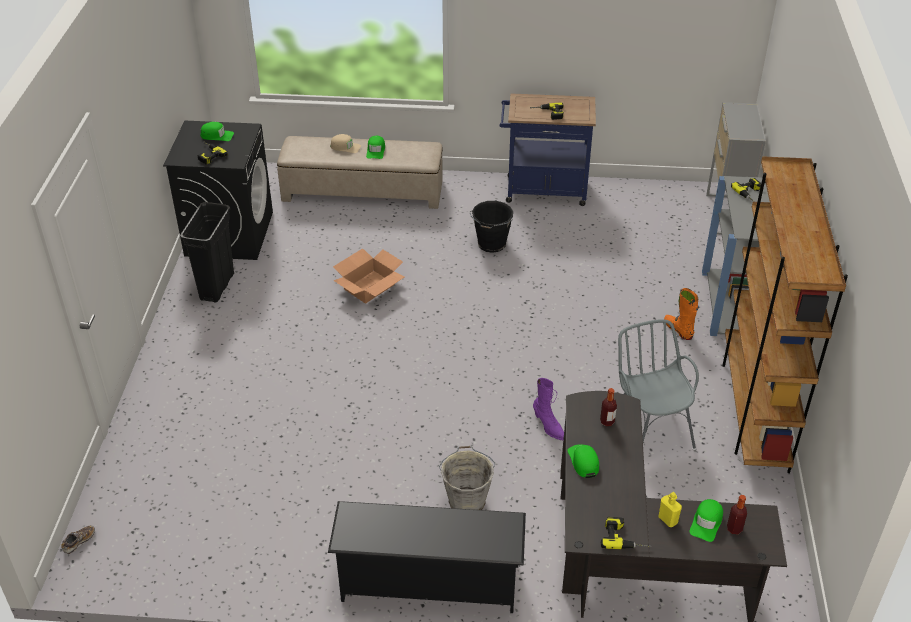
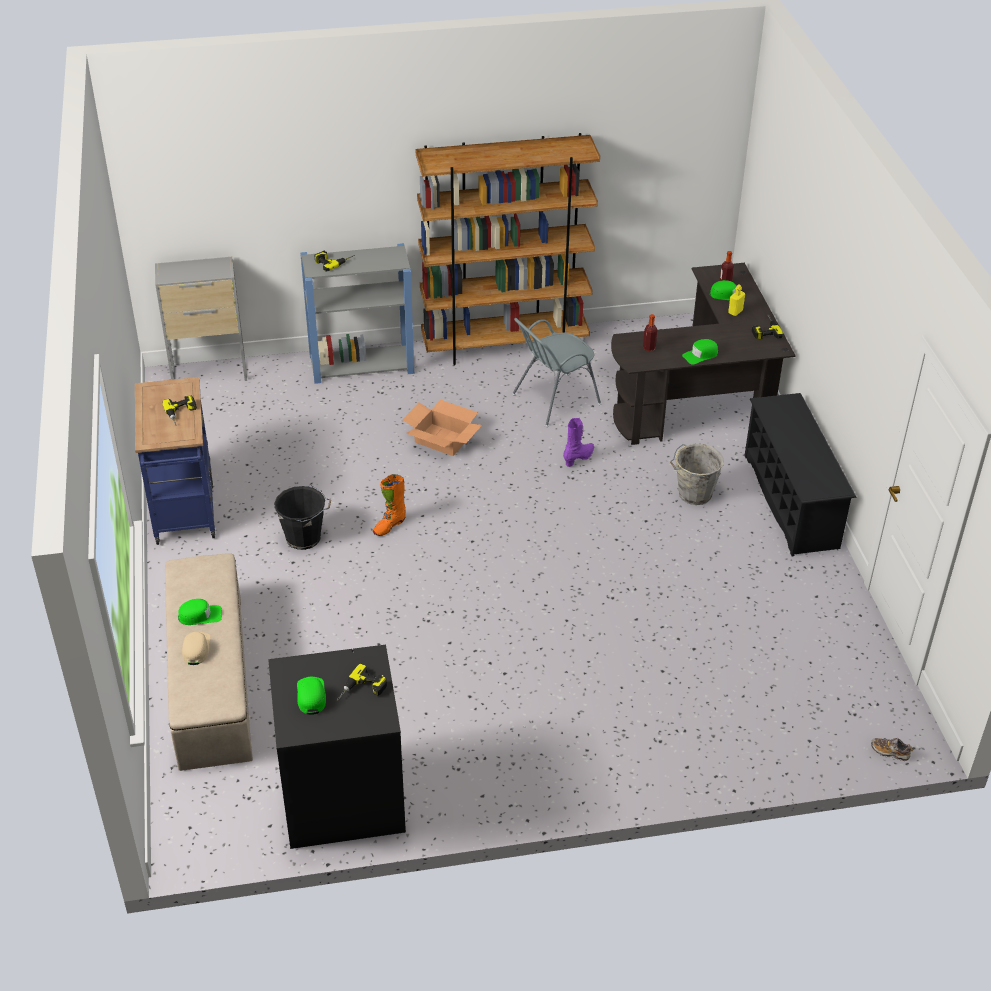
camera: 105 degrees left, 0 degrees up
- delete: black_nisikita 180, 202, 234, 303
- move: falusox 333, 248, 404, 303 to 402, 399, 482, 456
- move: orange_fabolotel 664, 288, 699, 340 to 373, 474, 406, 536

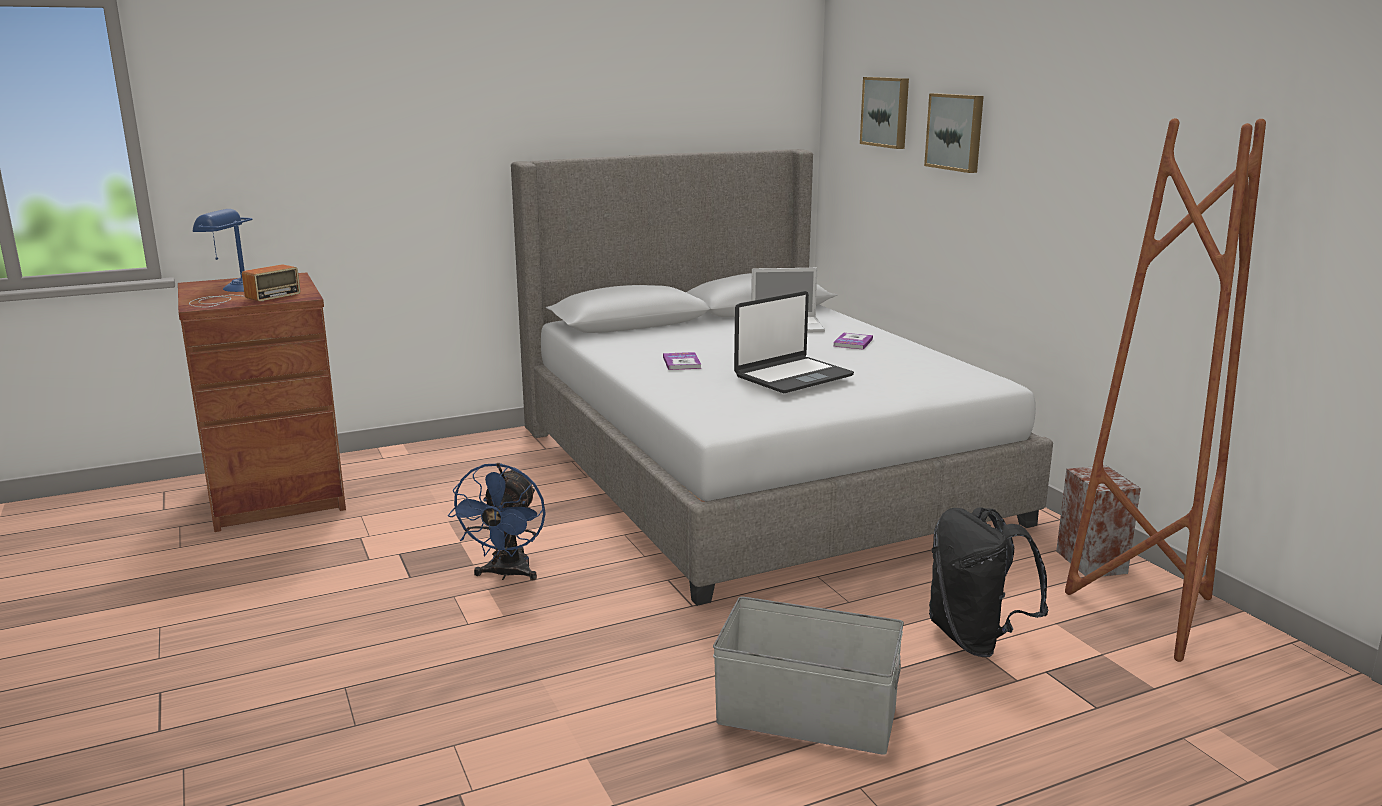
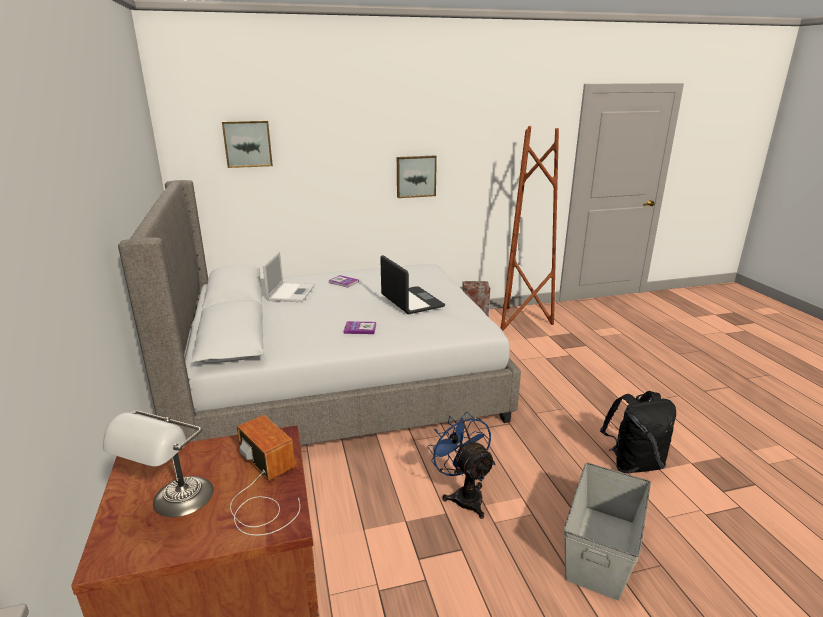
camera: 80 degrees left, 5 degrees up
- recolor: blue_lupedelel 193, 209, 252, 292 to white_lupedelel 103, 411, 213, 517
- rotate: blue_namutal 448, 463, 546, 580 = 427, 412, 496, 519 135 degrees counterclockwise
- move: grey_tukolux 713, 597, 904, 755 to 564, 463, 651, 601
- move: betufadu 924, 93, 984, 173 to 397, 156, 437, 198
- move: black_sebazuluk 929, 507, 1048, 657 to 600, 391, 676, 473

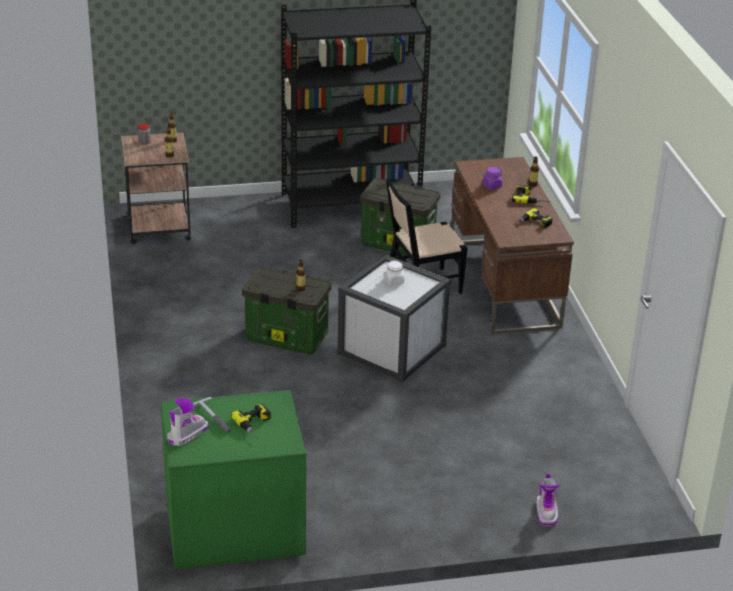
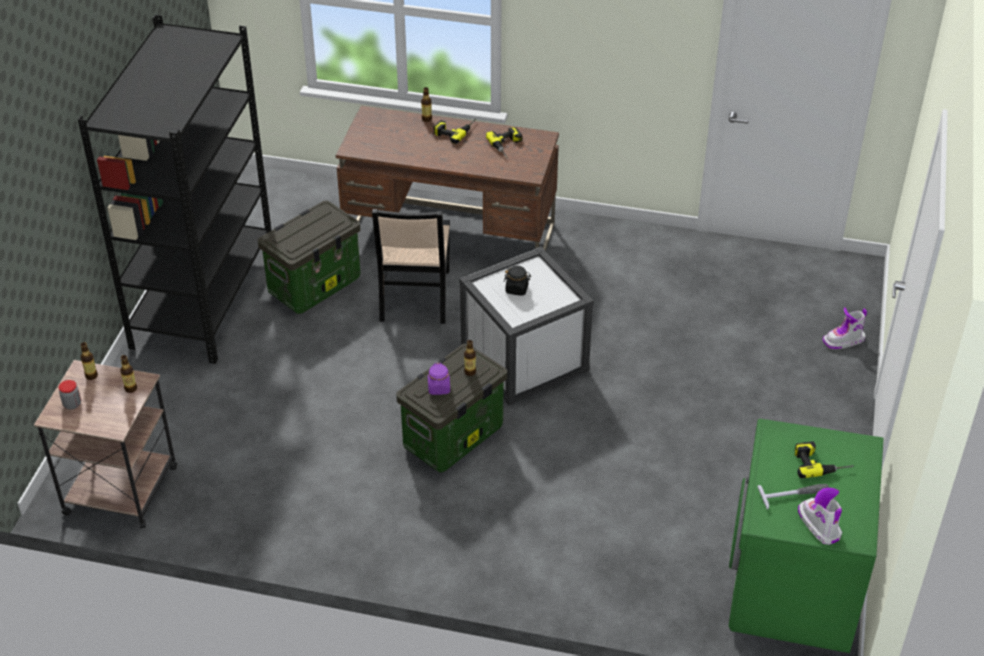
camera: 65 degrees left, 10 degrees up
- recolor: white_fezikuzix 385, 260, 404, 285 to black_fezikuzix 504, 266, 531, 296
- move: purple_fezikuzix 483, 167, 503, 190 to 428, 363, 450, 395
- rotate: fabolotel 536, 474, 561, 526 = 822, 307, 867, 350 135 degrees clockwise

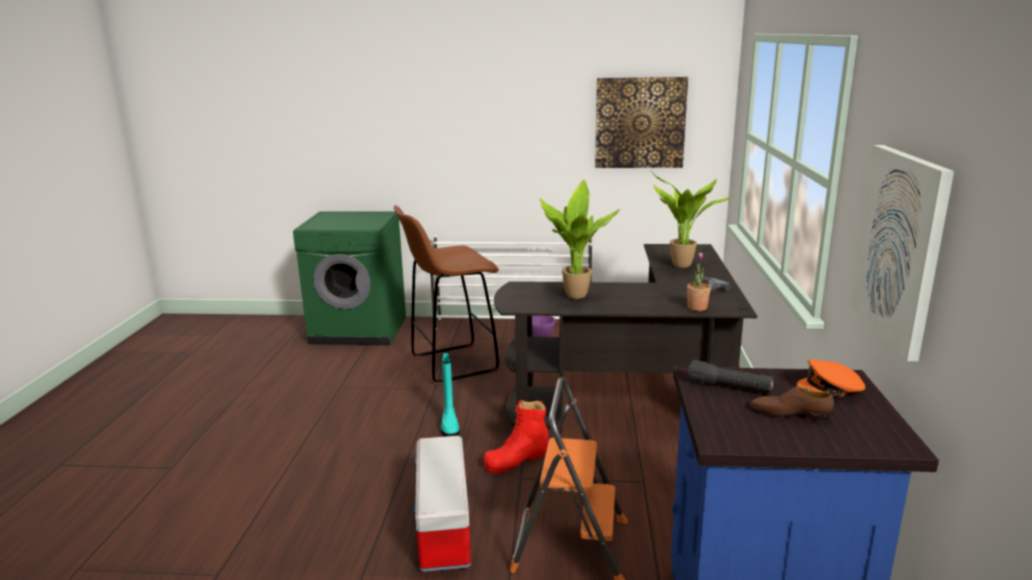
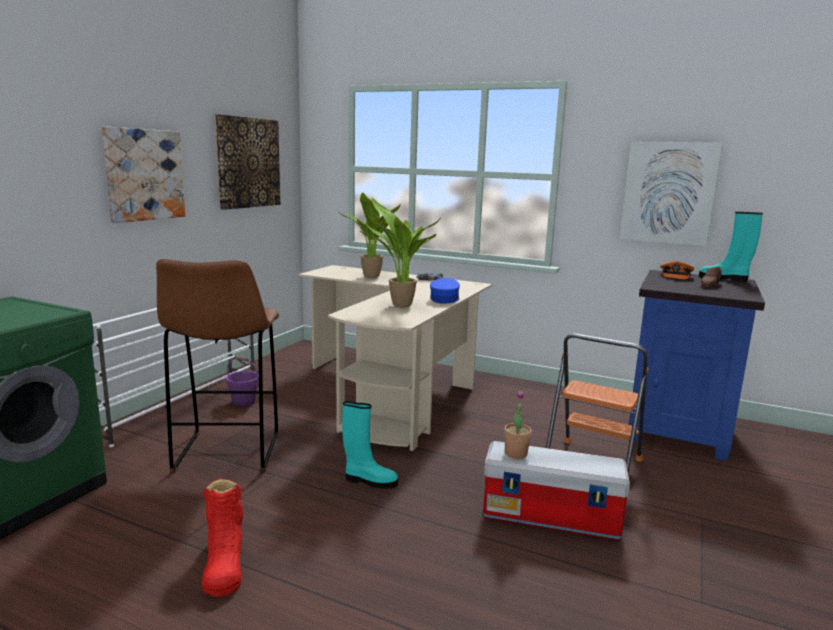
camera: 70 degrees left, 5 degrees down
- move: red_fabolotel 483, 400, 549, 473 to 202, 478, 243, 597
- recolor: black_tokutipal 494, 244, 757, 434 to beige_tokutipal 299, 265, 492, 451
- move: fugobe 687, 252, 711, 311 to 504, 390, 532, 459
- delete: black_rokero 688, 360, 774, 393
- insert: betufadu 102, 127, 185, 223
- insert: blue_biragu 430, 278, 460, 304
- insert: turquoise_fabolotel 699, 212, 763, 282

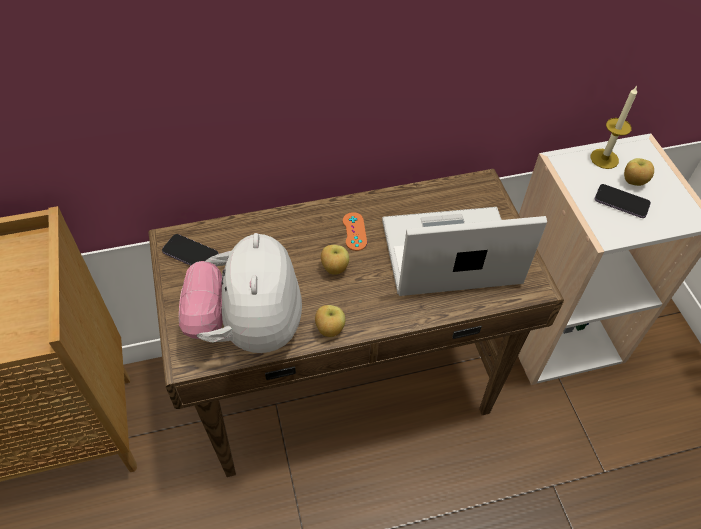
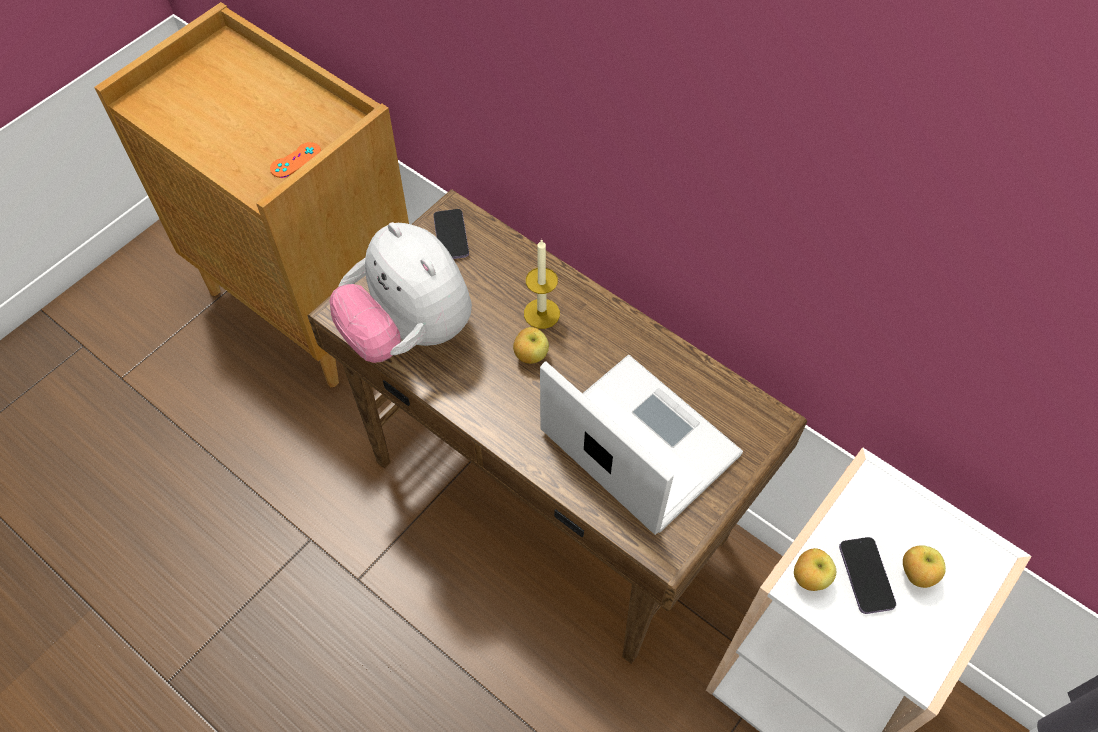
camera: 55 degrees right, 5 degrees up
- rotate: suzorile 179, 233, 302, 353 = 329, 222, 472, 363 90 degrees counterclockwise
- move: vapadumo 315, 305, 345, 337 to 794, 548, 836, 591
- move: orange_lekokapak 343, 212, 367, 251 to 270, 142, 321, 178
- move: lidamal 590, 86, 637, 169 to 524, 239, 560, 329

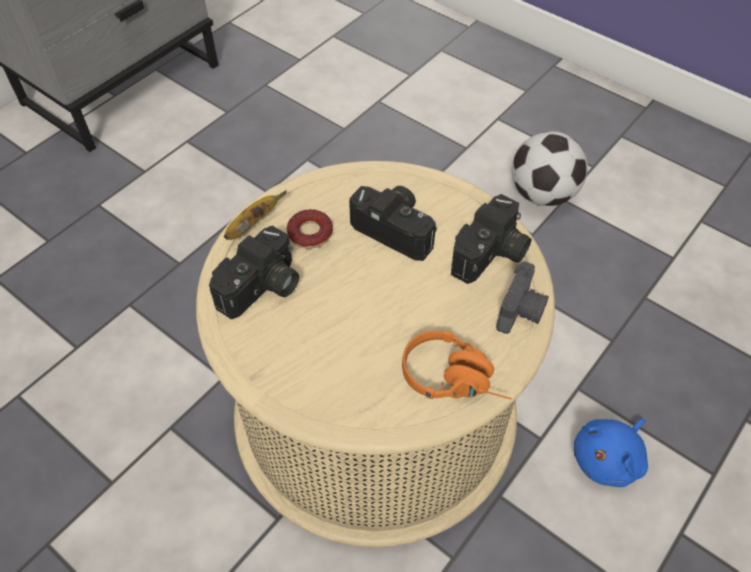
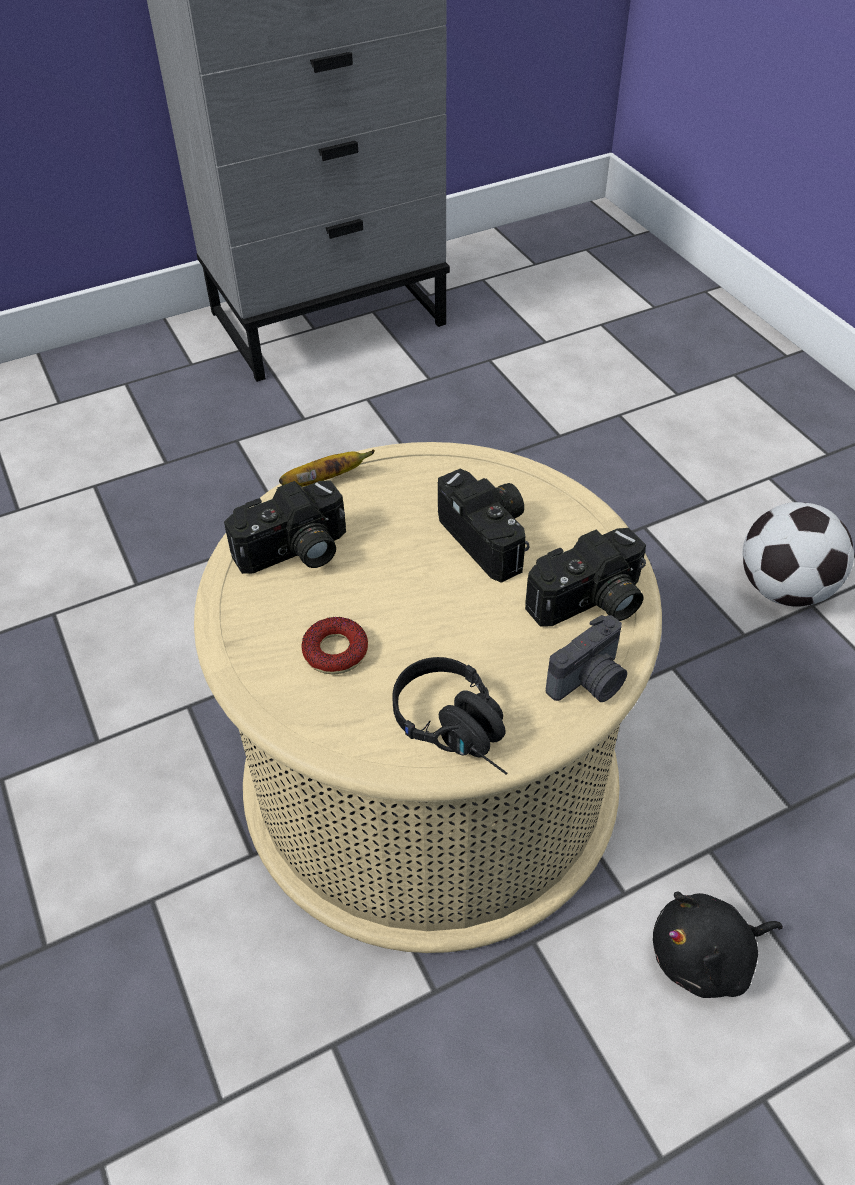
camera: 25 degrees right, 5 degrees down
- move: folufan 287, 209, 333, 249 to 302, 617, 368, 674
- recolor: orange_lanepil 402, 331, 512, 400 to black_lanepil 392, 657, 507, 775
- recolor: blue_suzorile 574, 419, 648, 487 to black_suzorile 653, 891, 783, 998

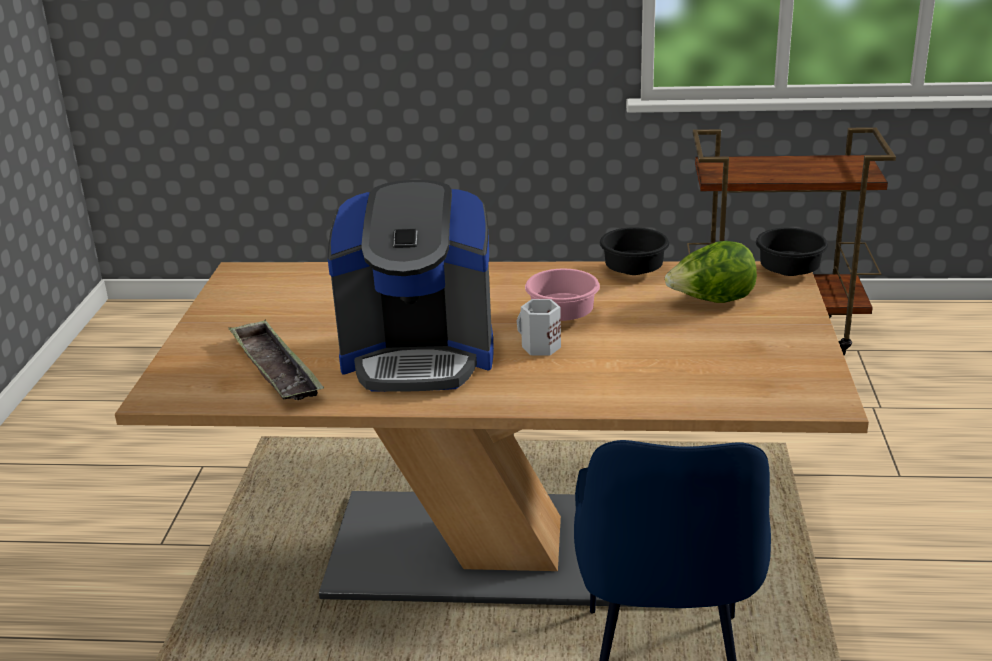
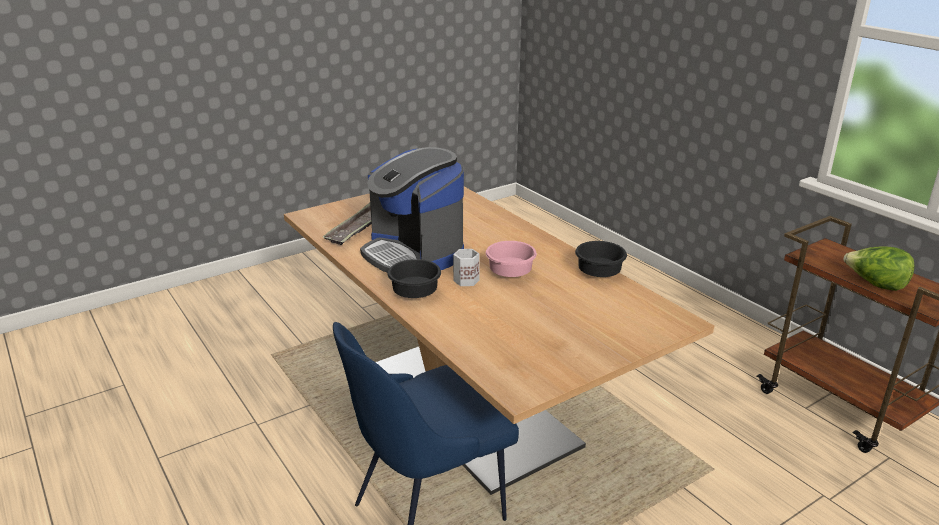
camera: 50 degrees right, 0 degrees up
- move: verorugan 665, 241, 757, 303 to 844, 247, 915, 291
- move: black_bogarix 756, 228, 828, 276 to 388, 259, 441, 298

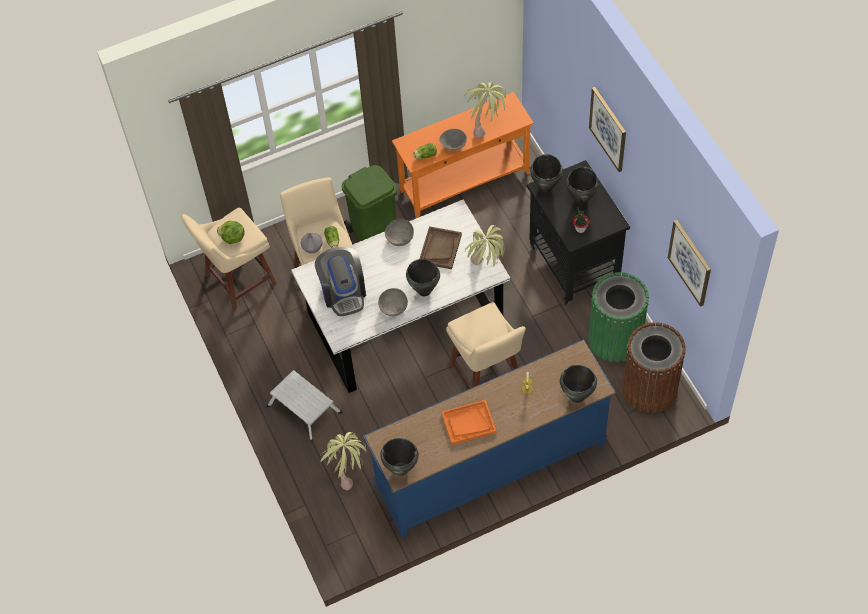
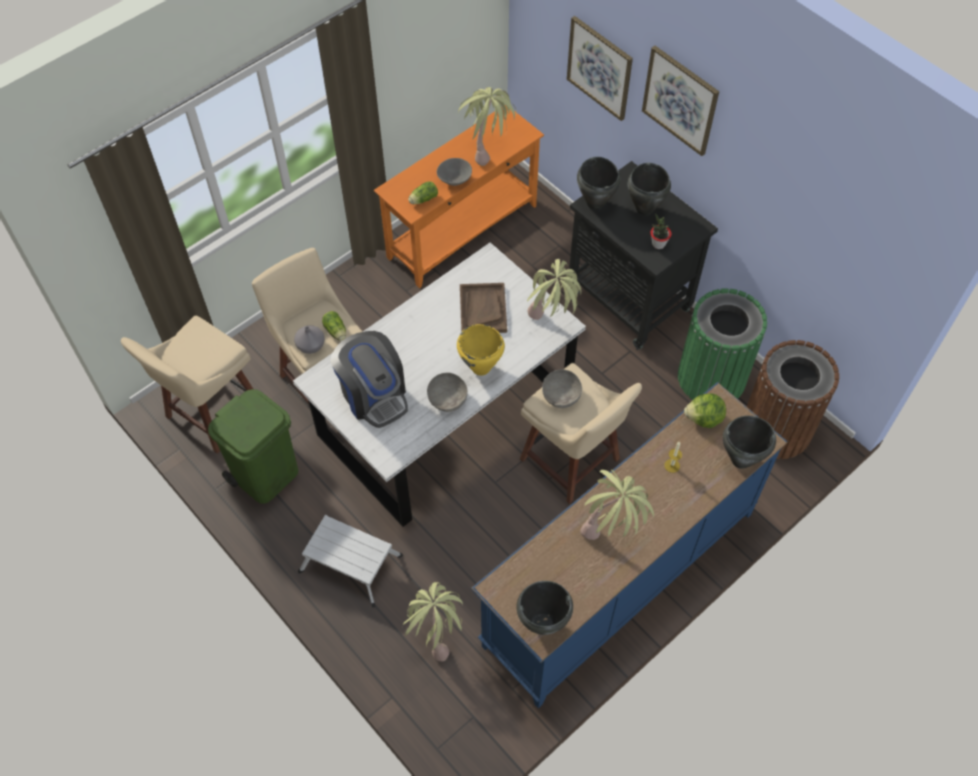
camera: 20 degrees left, 0 degrees up
- move: verorugan 217, 221, 244, 244 to 684, 393, 726, 428
- move: green_nisikita 342, 165, 397, 241 to 208, 389, 298, 504
- move: grey_bogarix 385, 219, 414, 246 to 542, 369, 582, 408
- recolor: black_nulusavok 406, 259, 440, 296 to yellow_nulusavok 457, 324, 505, 376
- replace: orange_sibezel 441, 400, 496, 445 to fugobe 580, 469, 654, 540
- move: betufadu 668, 220, 711, 307 to 567, 16, 633, 121

